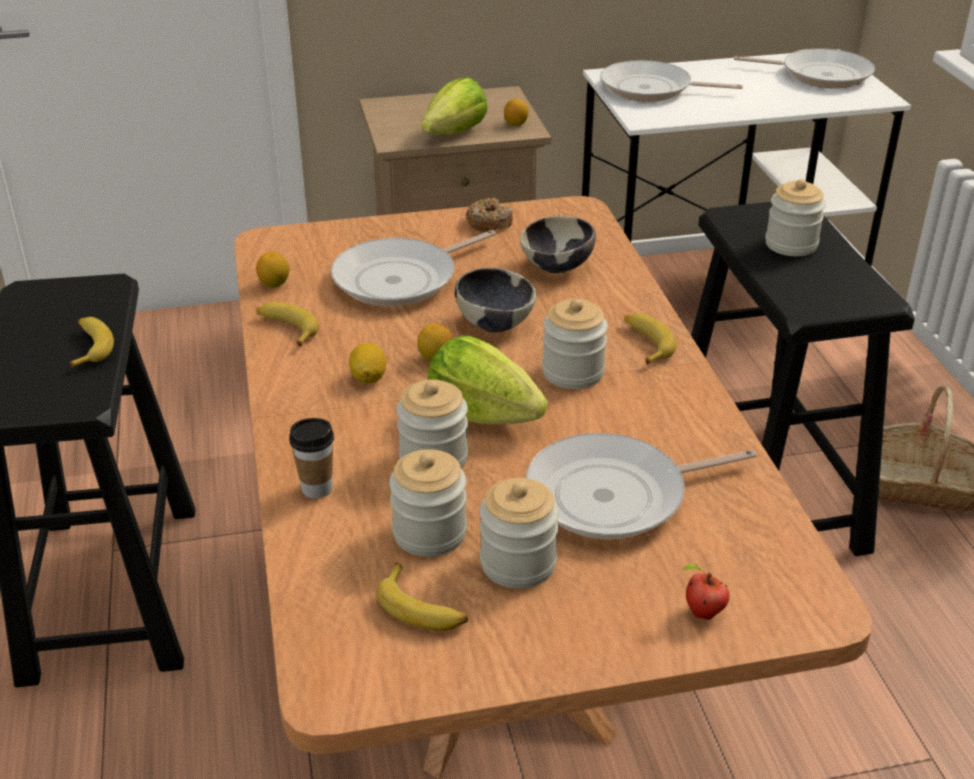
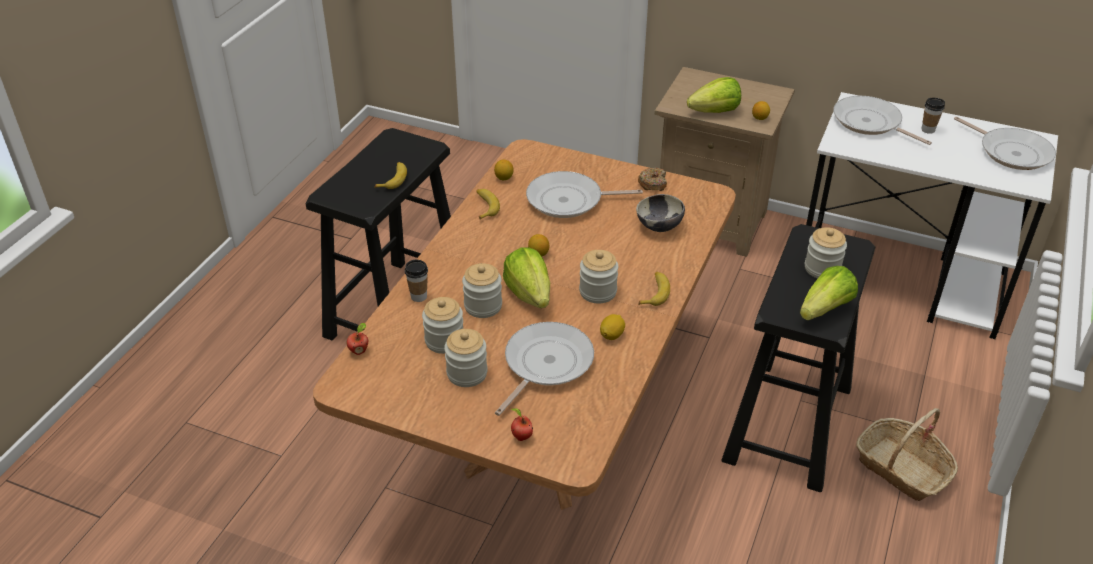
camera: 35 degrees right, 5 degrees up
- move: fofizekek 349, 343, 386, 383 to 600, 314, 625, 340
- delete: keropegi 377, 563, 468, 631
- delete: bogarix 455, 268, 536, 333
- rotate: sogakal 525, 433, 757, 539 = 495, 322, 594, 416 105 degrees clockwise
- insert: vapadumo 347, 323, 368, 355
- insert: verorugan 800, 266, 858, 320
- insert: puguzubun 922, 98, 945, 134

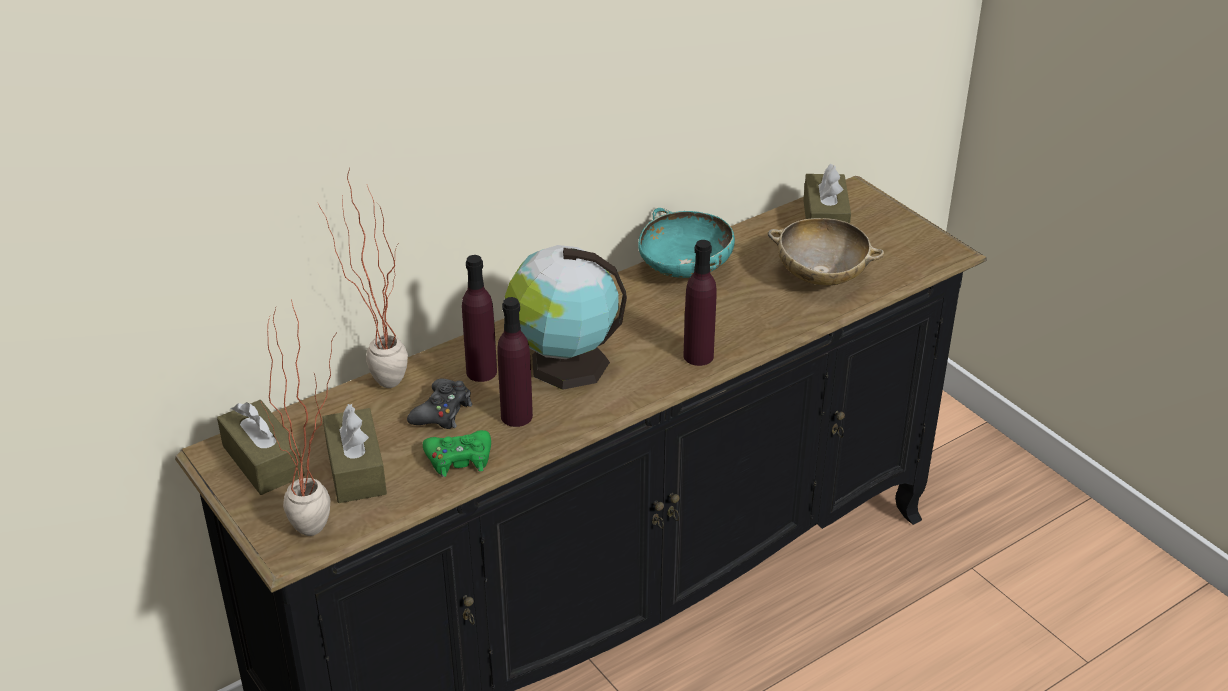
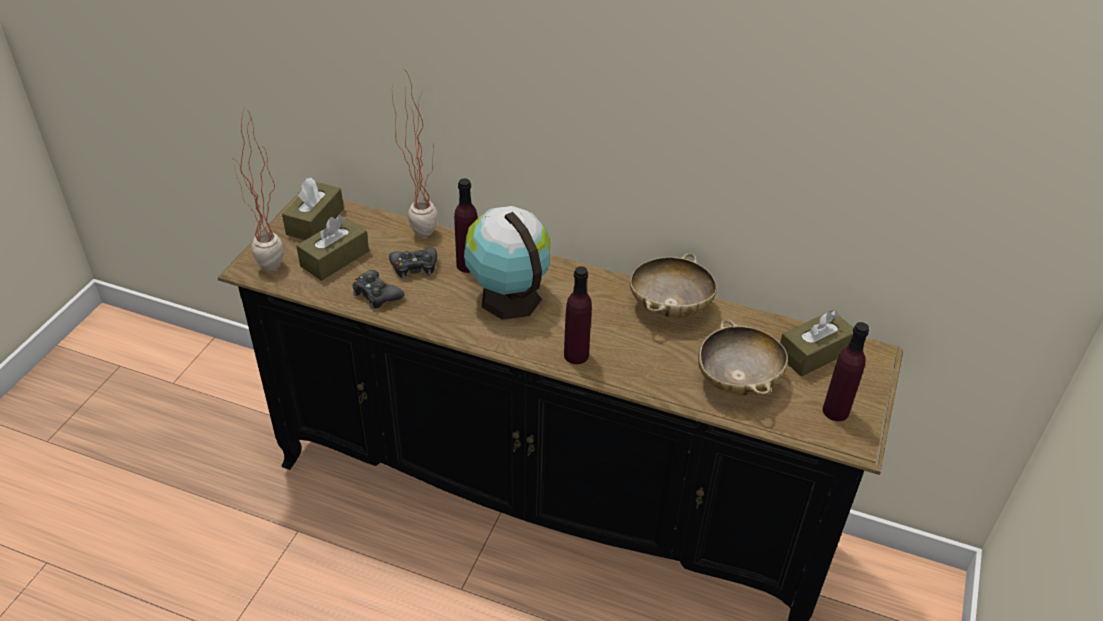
camera: 55 degrees right, 5 degrees up
- recolor: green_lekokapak 423, 430, 491, 477 to black_lekokapak 352, 270, 405, 309
- move: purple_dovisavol 497, 297, 533, 427 to 823, 322, 869, 421
- recolor: turquoise_bogarix 638, 208, 735, 278 to beige_bogarix 630, 253, 717, 317

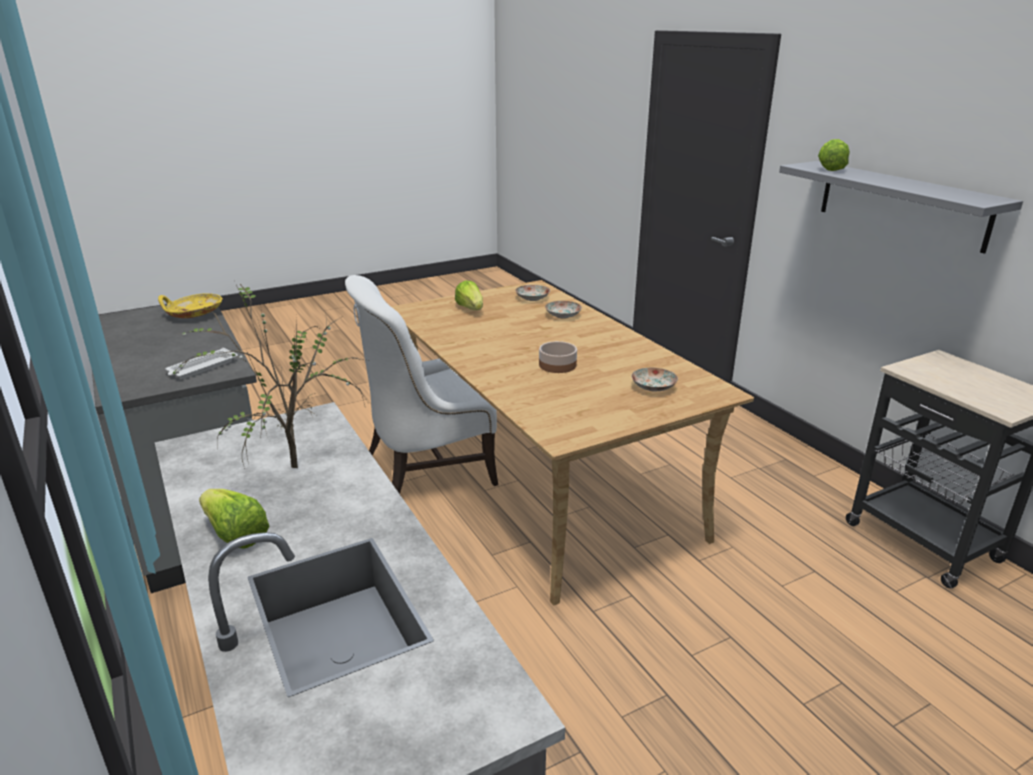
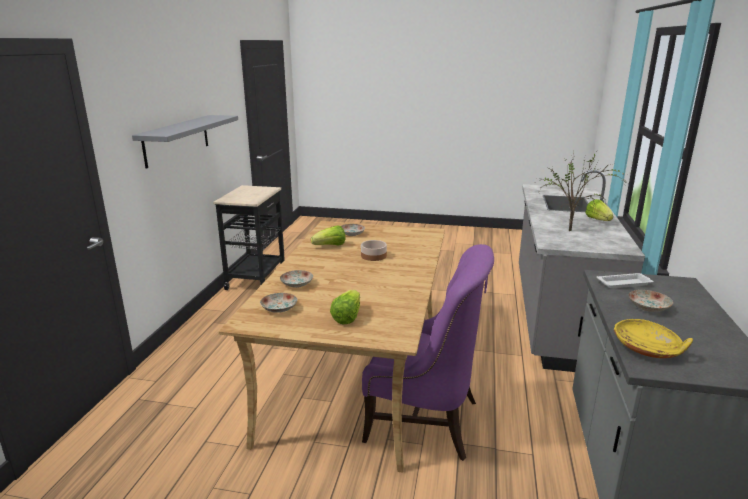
camera: 140 degrees left, 5 degrees down
- recolor: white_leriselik 345, 275, 498, 494 to purple_leriselik 362, 244, 494, 461
- move: verorugan 818, 139, 850, 171 to 311, 225, 345, 246
- insert: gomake 629, 290, 673, 312

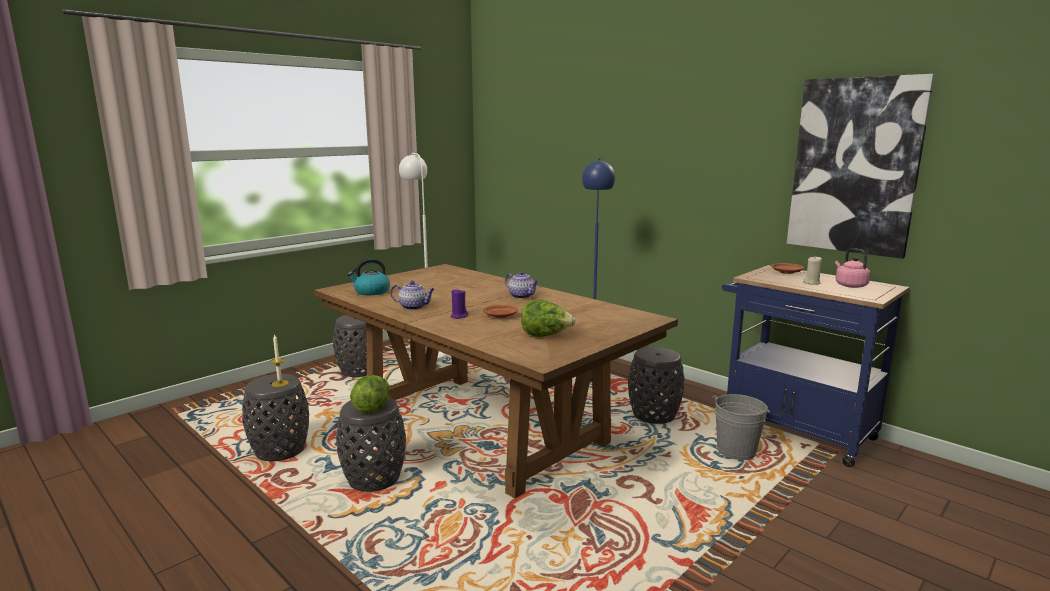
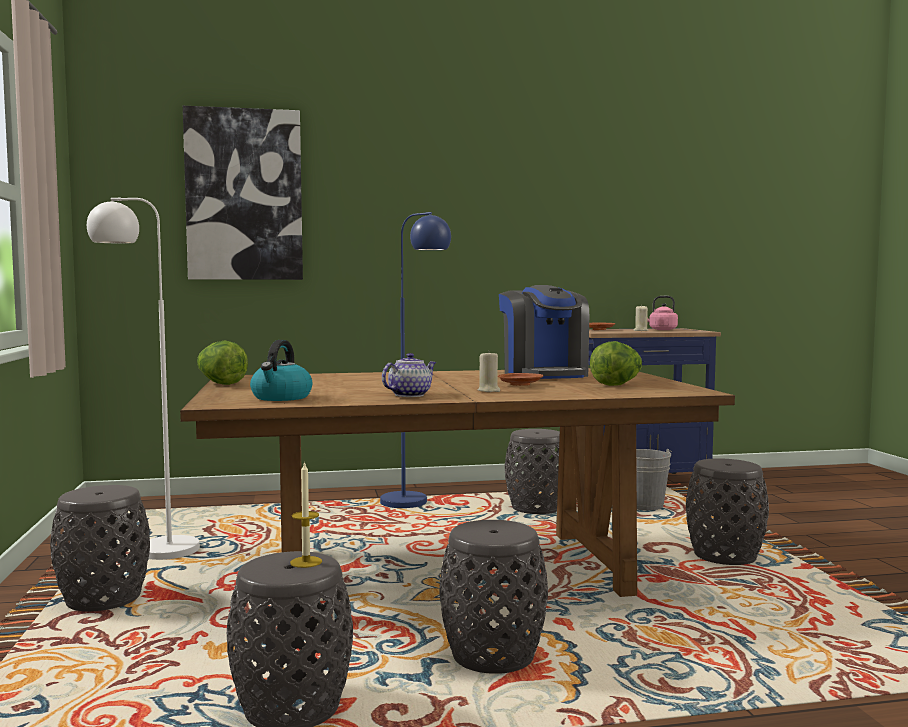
camera: 55 degrees left, 10 degrees down
- move: verorugan 350, 375, 390, 414 to 197, 341, 248, 385
- recolor: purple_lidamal 451, 288, 468, 319 to beige_lidamal 478, 351, 500, 392
- delete: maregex 505, 271, 539, 299
- move: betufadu 787, 74, 935, 259 to 183, 106, 303, 280
- insert: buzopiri 499, 285, 589, 379
- insert: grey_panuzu 686, 458, 769, 565

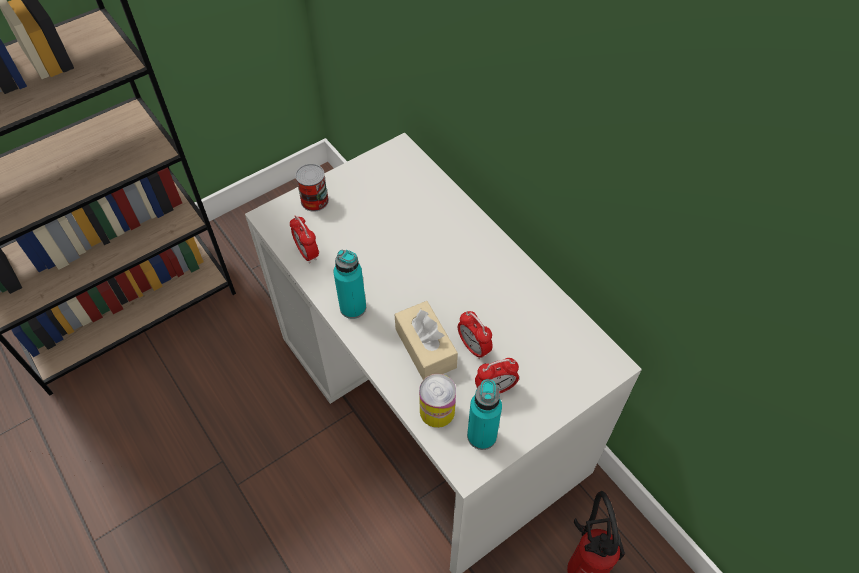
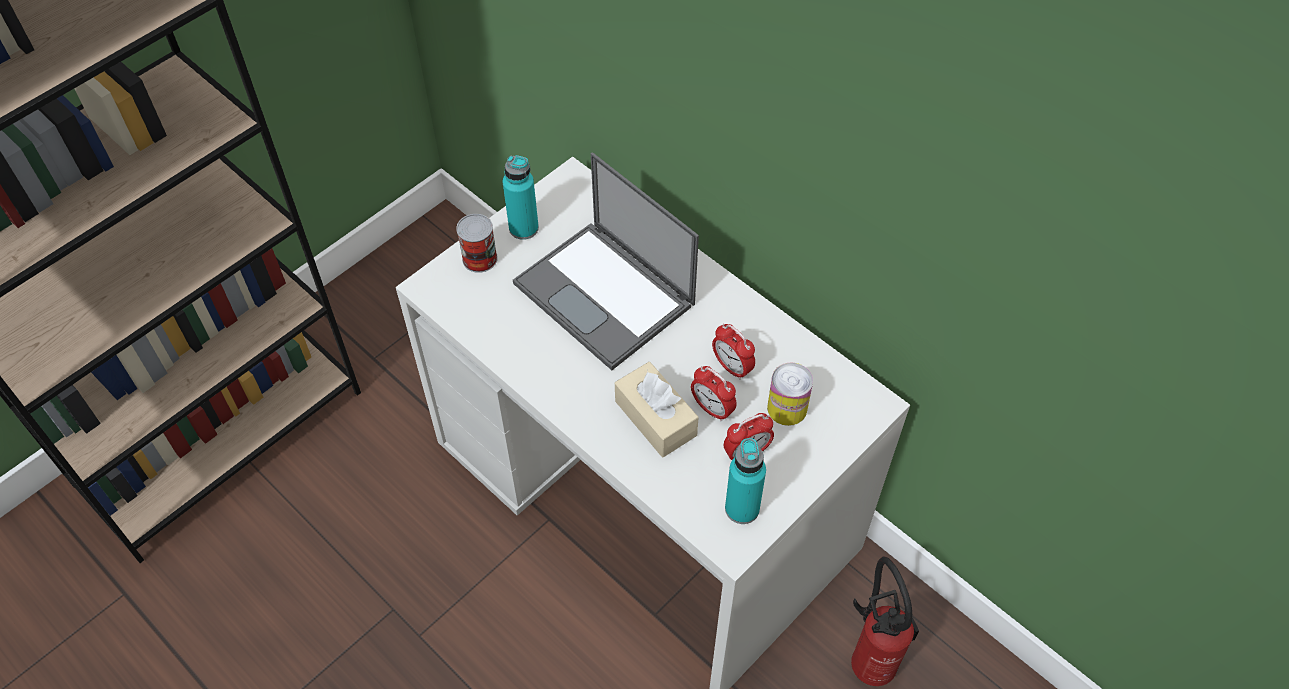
camera: 10 degrees left, 0 degrees up
- move: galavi 290, 216, 319, 263 to 712, 324, 755, 380
- move: turquoise_dovisavol 333, 250, 366, 319 to 503, 155, 539, 240
- move: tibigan 419, 374, 456, 428 to 767, 362, 813, 426
- insert: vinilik 513, 152, 699, 370

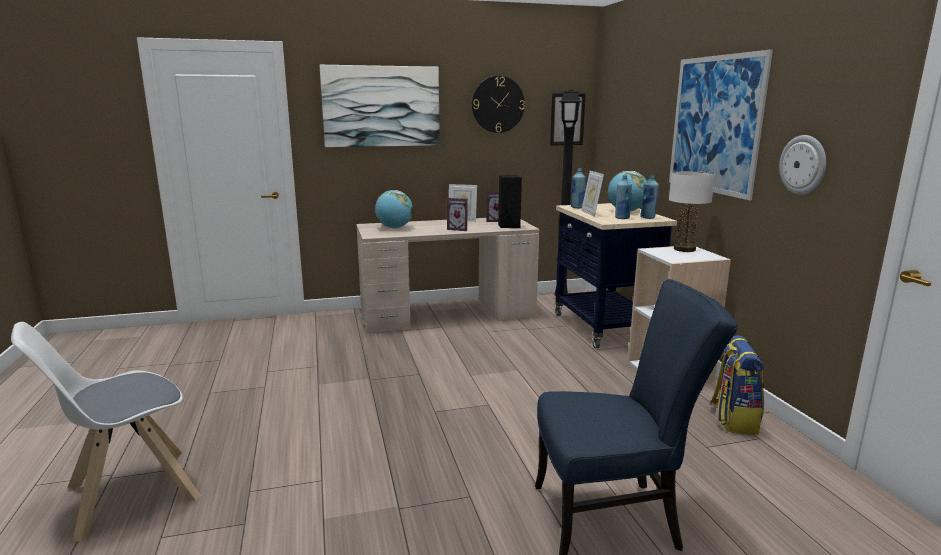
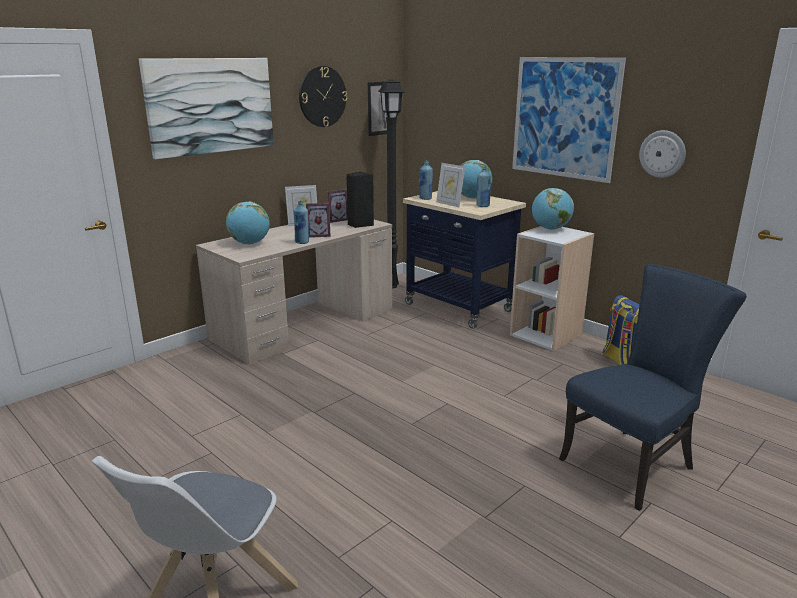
camera: 30 degrees left, 5 degrees up
- move: blue_dovisavol 640, 175, 659, 219 to 294, 201, 309, 244
- replace: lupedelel 669, 171, 715, 252 to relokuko 532, 188, 574, 230

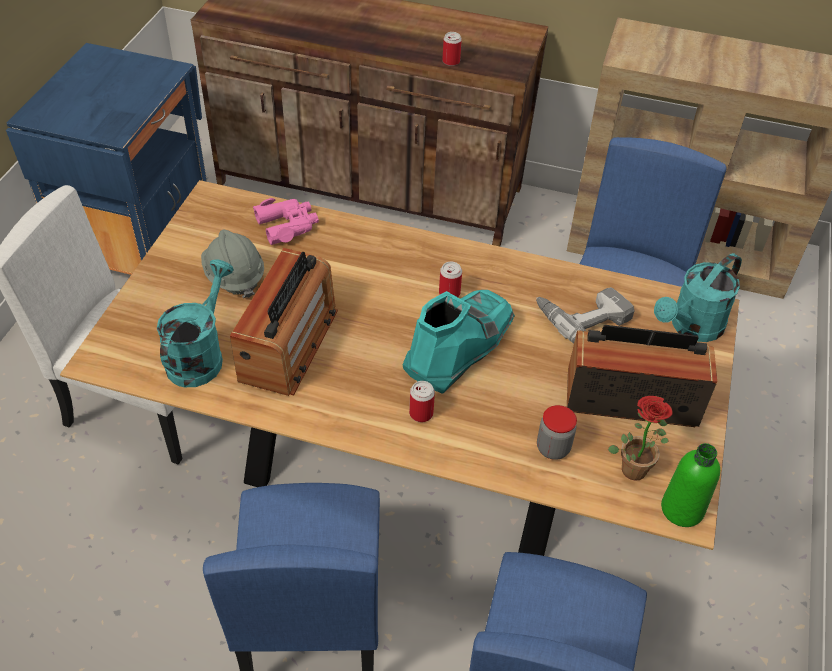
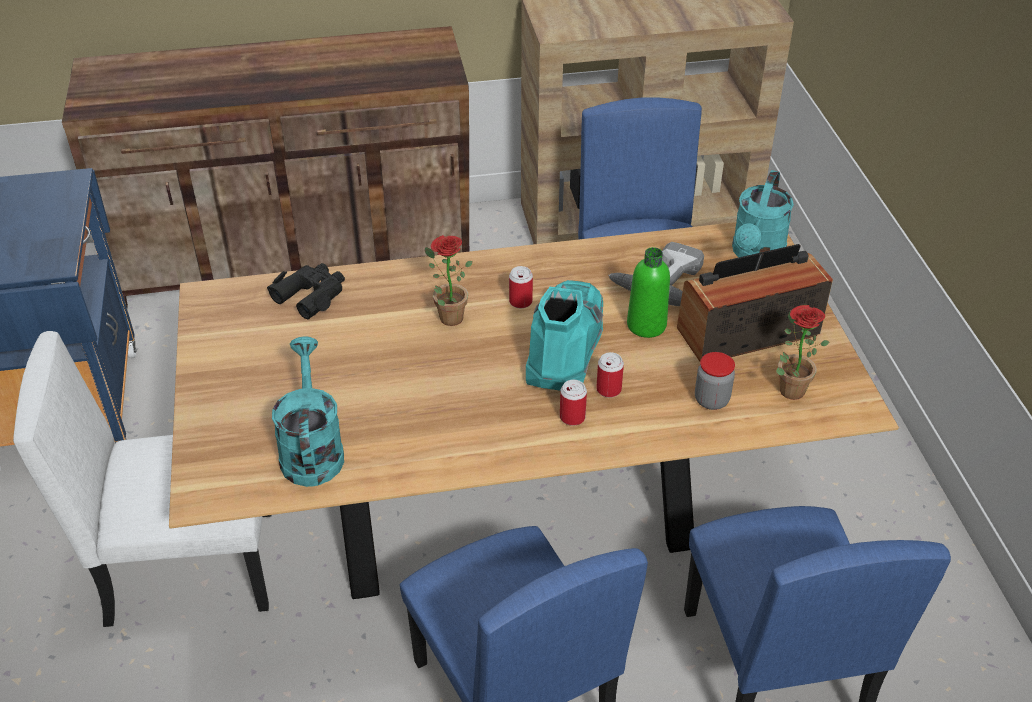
camera: 25 degrees left, 5 degrees down
- delete: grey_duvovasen 201, 230, 264, 298
- delete: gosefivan 230, 248, 338, 396
- recolor: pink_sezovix 253, 198, 319, 245 to black_sezovix 267, 263, 345, 319
- move: tibigan 442, 32, 462, 66 to 596, 352, 624, 398
- move: green_dovisavol 661, 443, 720, 527 to 627, 247, 670, 338
- insert: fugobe 425, 235, 473, 326

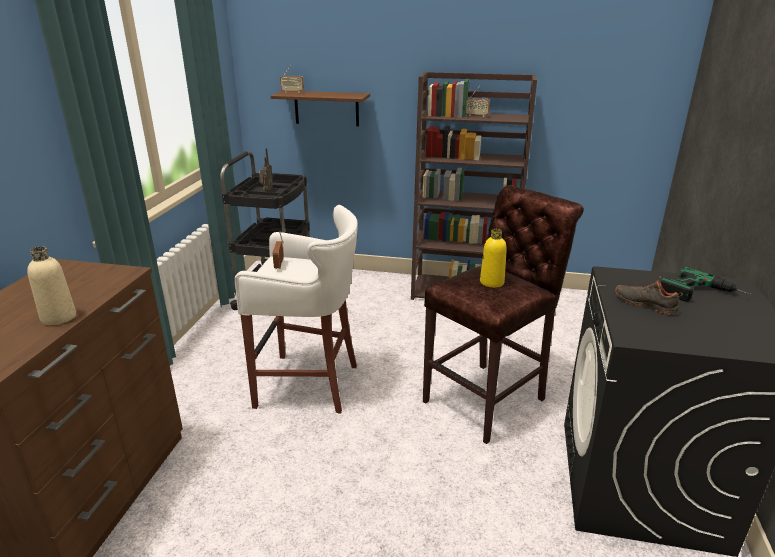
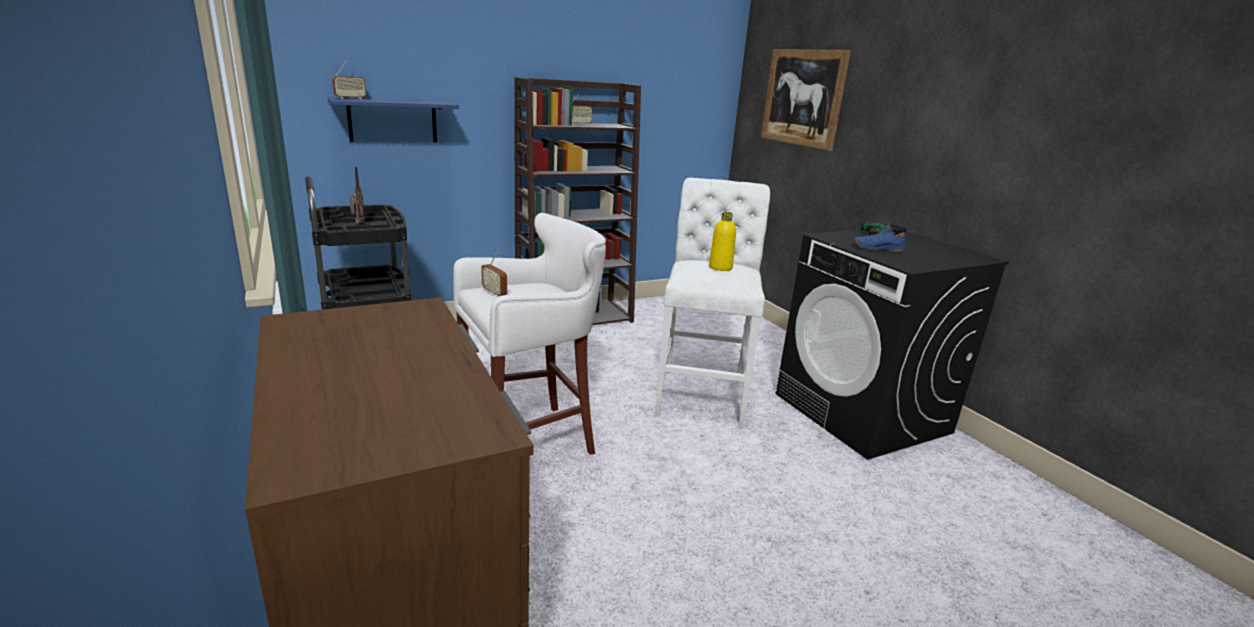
camera: 40 degrees left, 5 degrees down
- delete: beige_dovisavol 27, 246, 76, 325
- recolor: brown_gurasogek 271, 91, 370, 126 to blue_gurasogek 328, 97, 459, 142
- recolor: brown_panuzu 423, 185, 584, 444 to white_panuzu 655, 178, 770, 428
- recolor: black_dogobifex 615, 276, 683, 315 to blue_dogobifex 854, 222, 908, 252
- insert: betufadu 761, 49, 851, 151

